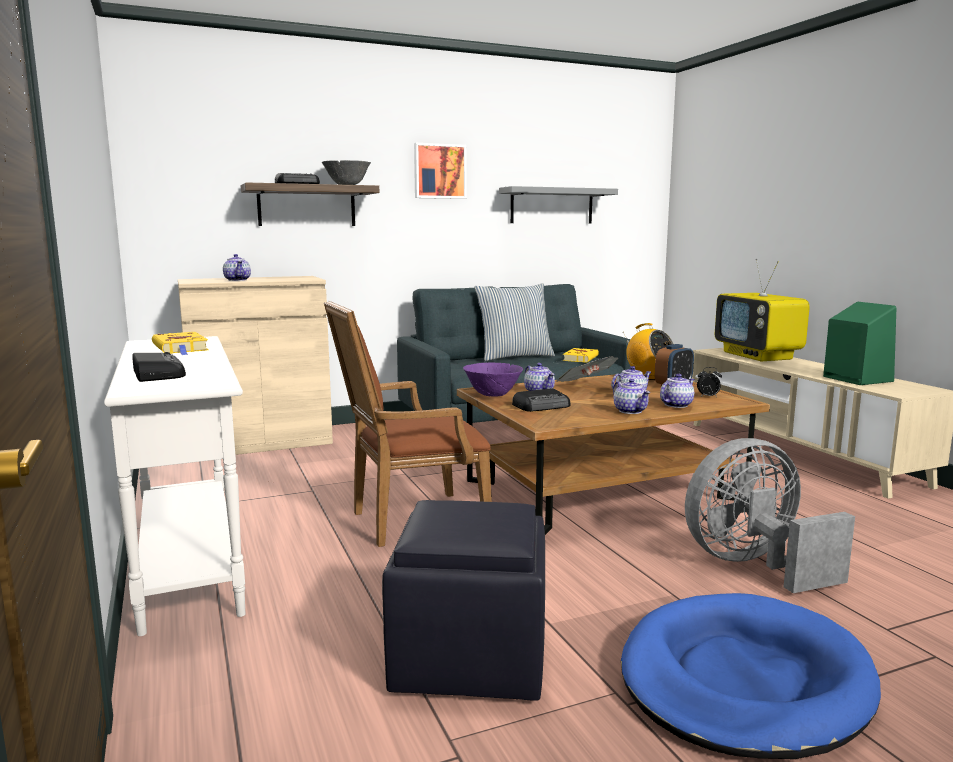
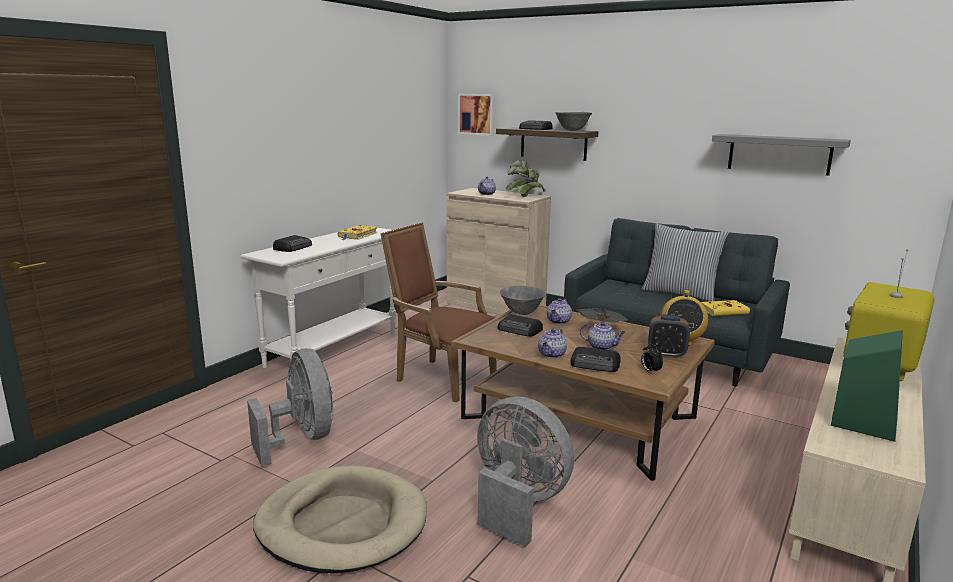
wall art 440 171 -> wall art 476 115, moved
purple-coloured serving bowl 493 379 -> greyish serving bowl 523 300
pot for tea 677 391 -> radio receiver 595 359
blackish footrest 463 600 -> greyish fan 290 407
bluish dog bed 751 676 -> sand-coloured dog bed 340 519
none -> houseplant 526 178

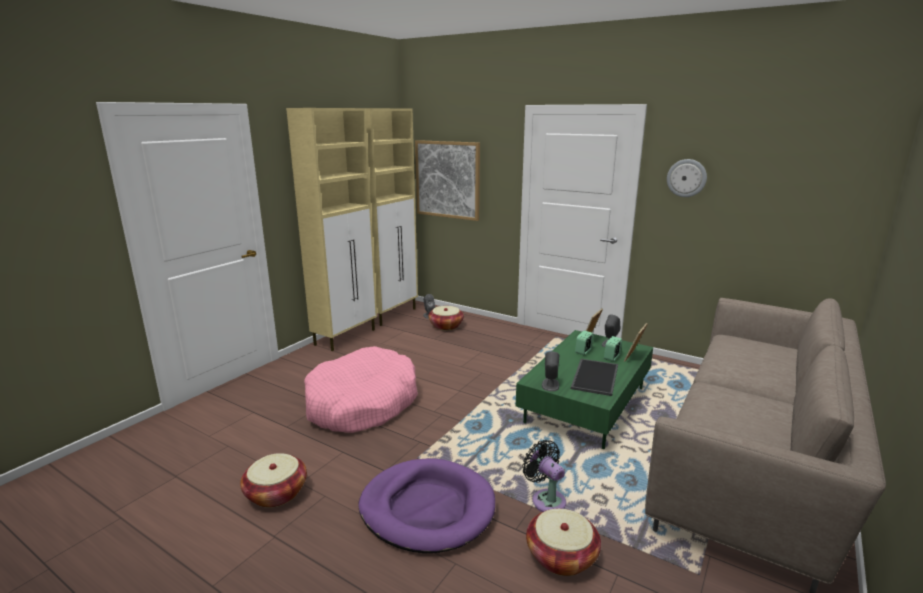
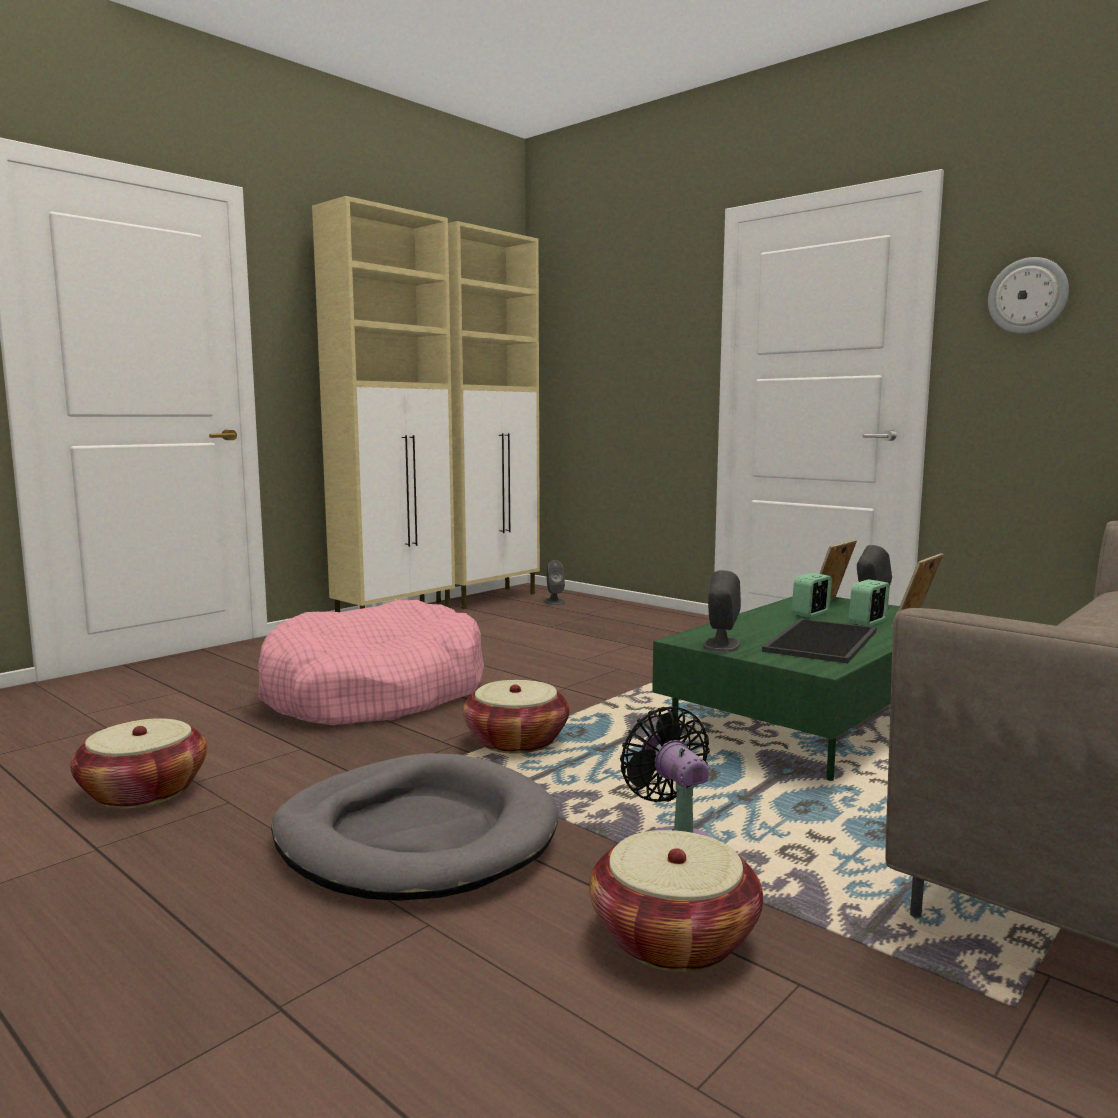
wall art 447 180 -> none
storage basket 446 318 -> storage basket 516 717, moved
purple-coloured dog bed 426 505 -> greyish dog bed 414 827

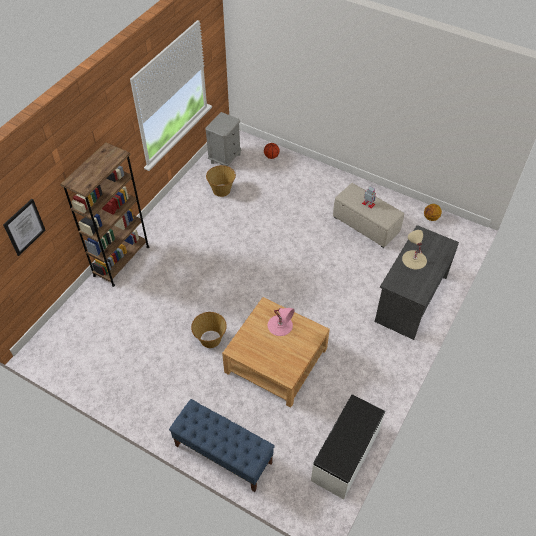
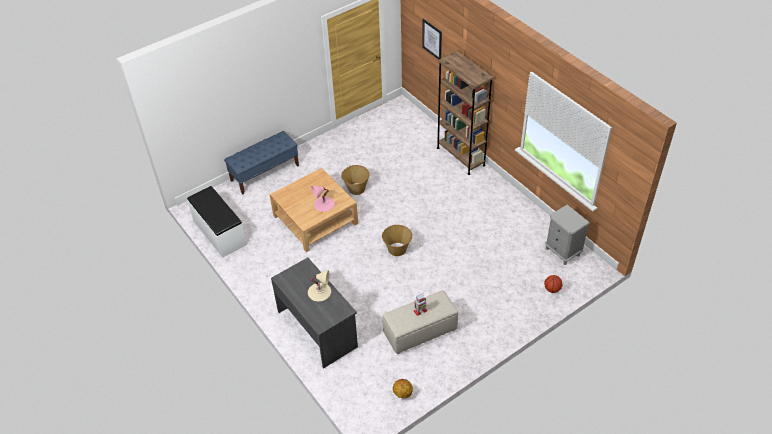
storage basket 221 181 -> storage basket 397 240, moved

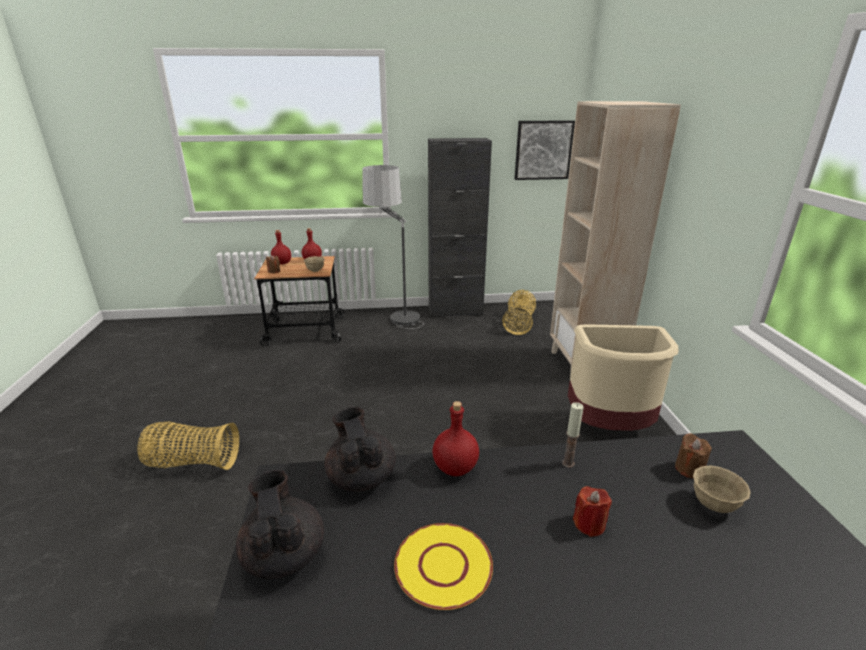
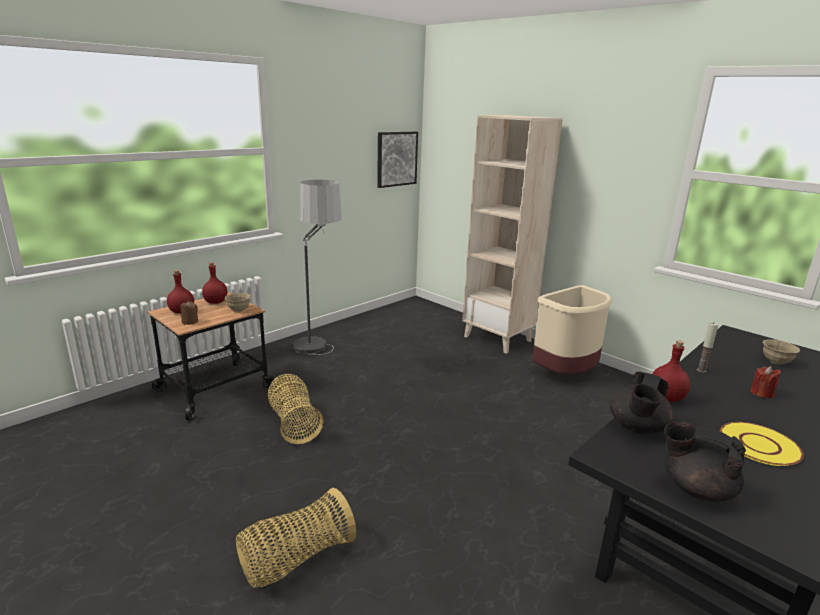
blackish cabinet 460 227 -> none
storage basket 519 312 -> storage basket 296 409, moved
blackish pot for tea 360 449 -> blackish pot for tea 642 402, 90 degrees counterclockwise
brown-coloured candle 693 456 -> none

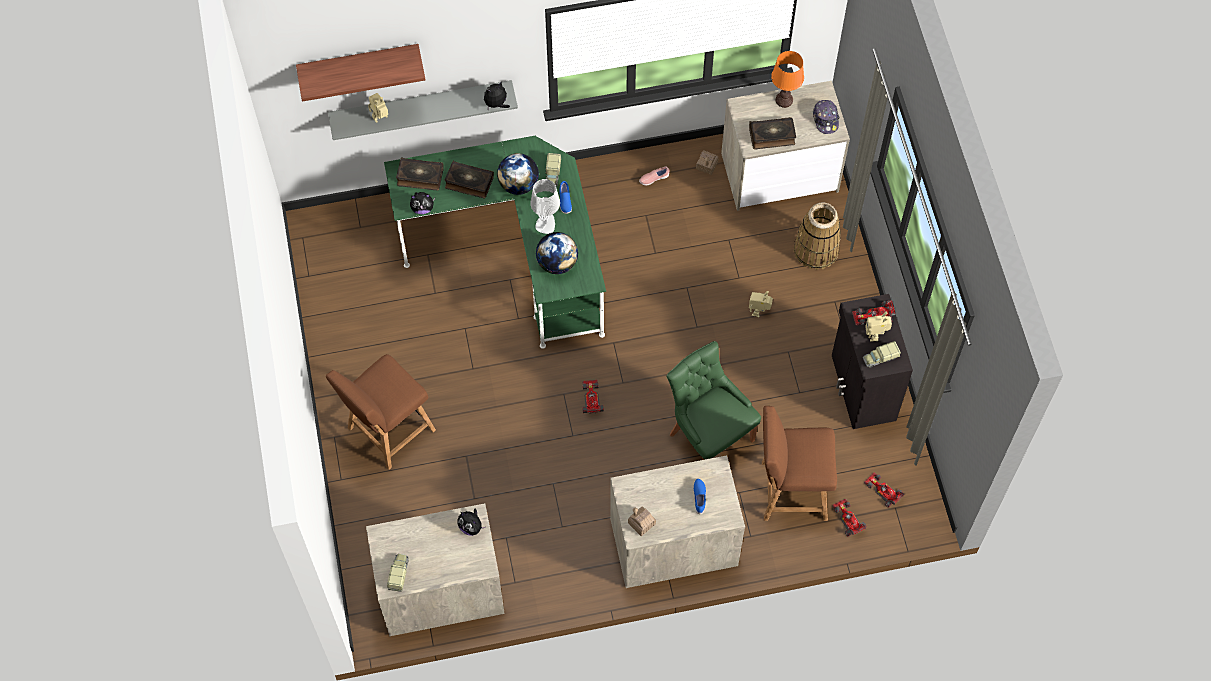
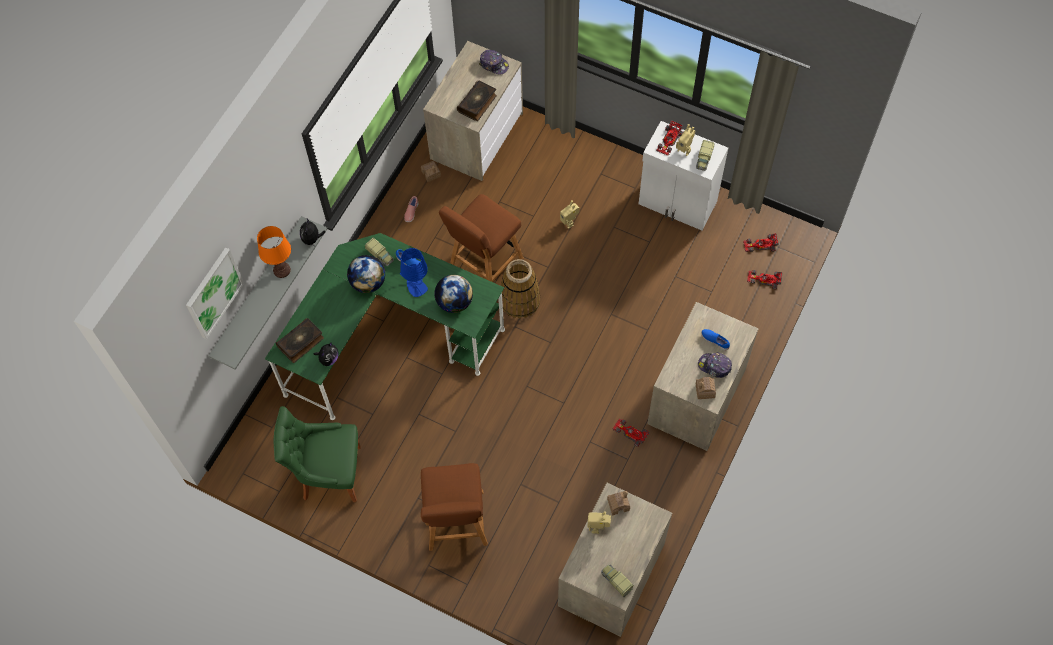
wall shelf 360 73 -> wall art 215 293
orange-coloured lamp for a table 787 79 -> orange-coloured lamp for a table 274 252, moved
robot figure 378 108 -> robot figure 599 522, moved
volume 469 179 -> none
greyish lamp for a table 545 206 -> bluish lamp for a table 414 272
storage basket 817 236 -> storage basket 520 289, moved
blackish cabinet 872 361 -> whitish cabinet 683 175
greenish plain chair 713 400 -> greenish plain chair 317 454, moved
model car 593 396 -> model car 630 433, moved
brown-coloured plain chair 799 463 -> brown-coloured plain chair 481 238, moved
soft toy 471 522 -> miniature house 618 503
none -> peaked cap 715 365

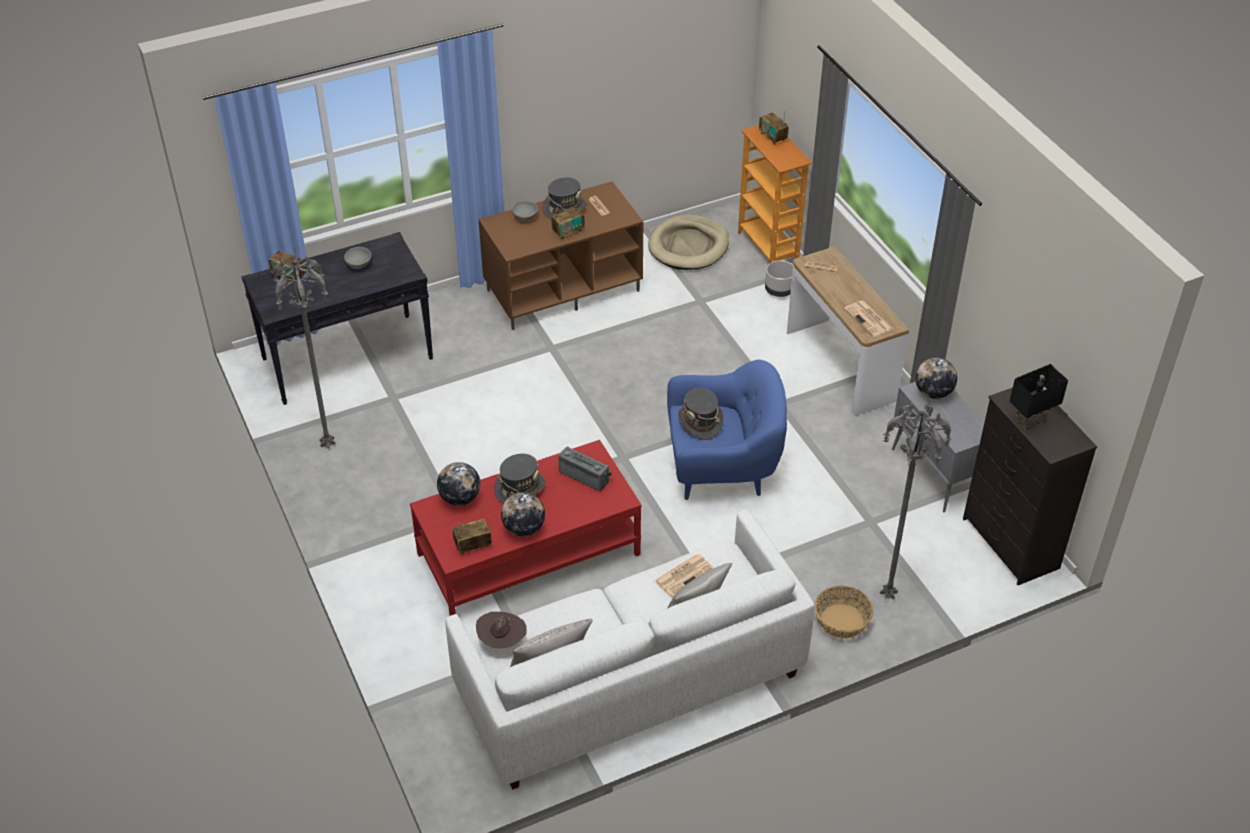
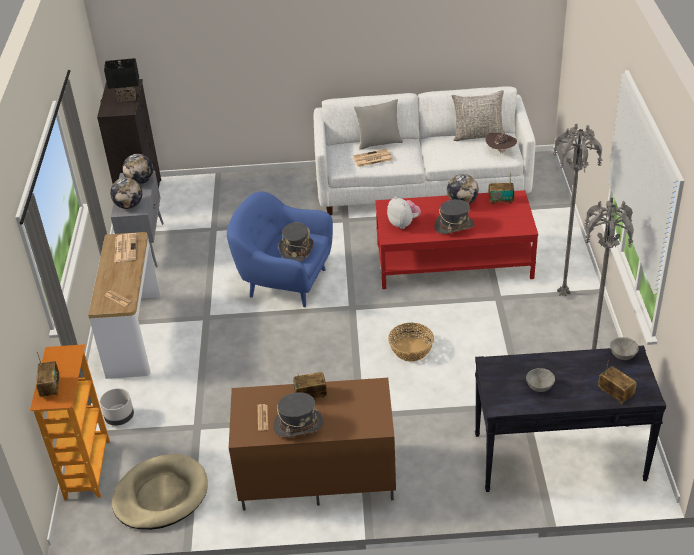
greyish serving bowl 525 210 -> greyish serving bowl 624 348, moved
greyish standard lamp 915 501 -> greyish standard lamp 578 210, moved
radio receiver 585 468 -> soft toy 404 212
globe 459 484 -> globe 138 169, moved
storage basket 843 612 -> storage basket 411 342, moved

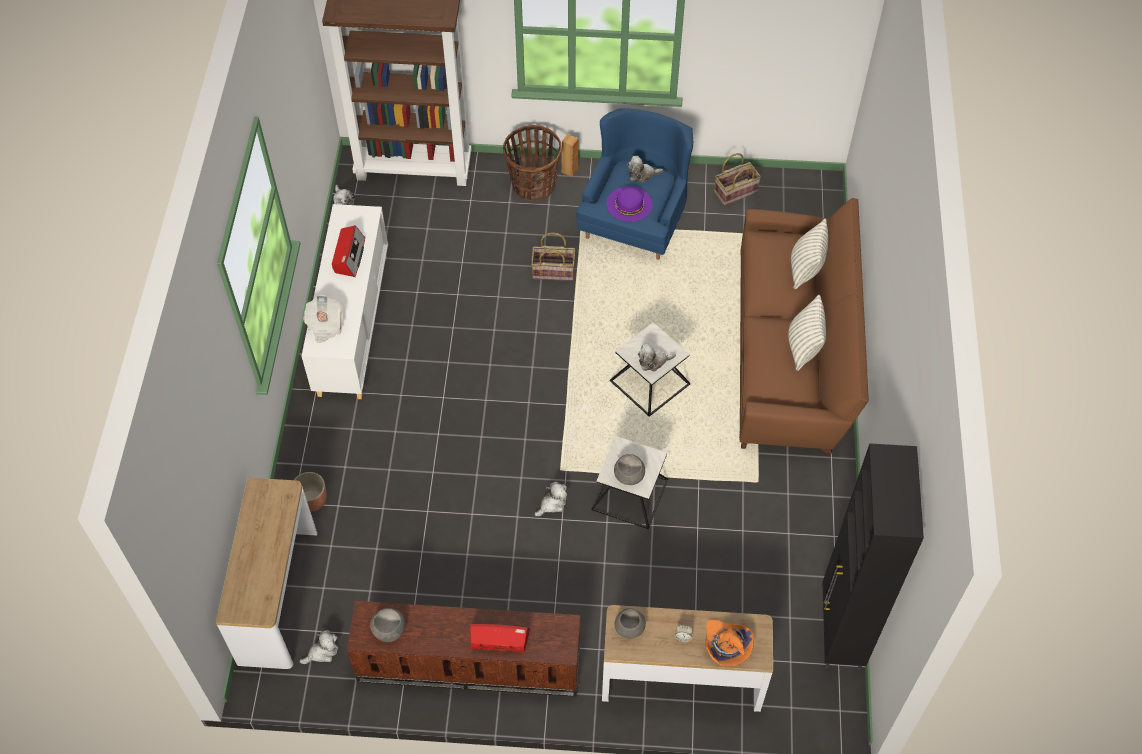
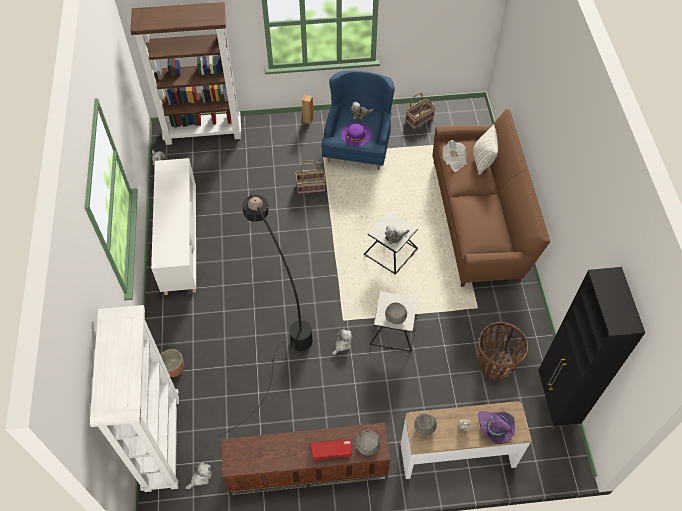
storage basket 532 163 -> storage basket 503 351, moved
radio receiver 348 251 -> none
newspaper 323 318 -> newspaper 455 156, moved
cushion 807 333 -> none
console table 266 573 -> whitish bookshelf 134 398
greyish serving bowl 387 625 -> greyish serving bowl 368 443, moved
orange-coloured wearable hat 729 643 -> purple-coloured wearable hat 496 427
none -> blackish standard lamp 263 316

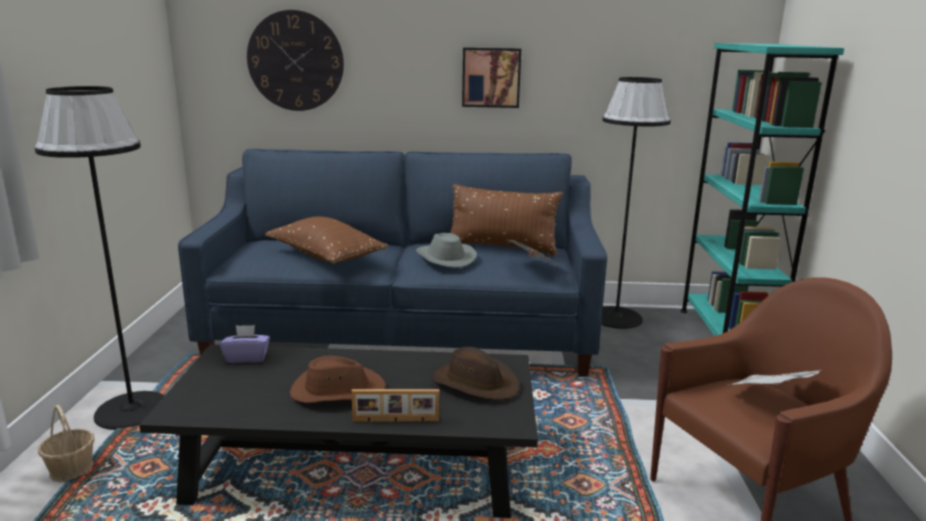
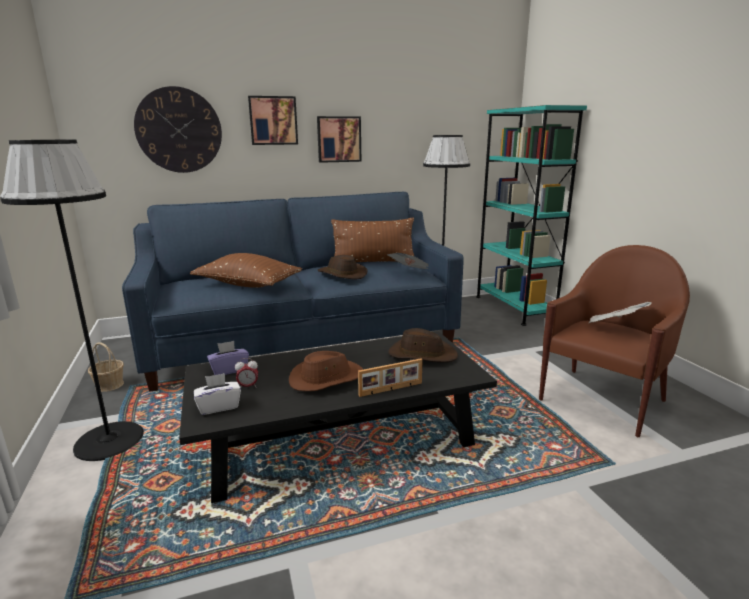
greyish wearable hat 446 250 -> brown-coloured wearable hat 342 267
storage basket 66 443 -> storage basket 106 367, moved
none -> wall art 273 120
none -> bedside clock 246 373
none -> whitish box of tissues 217 394

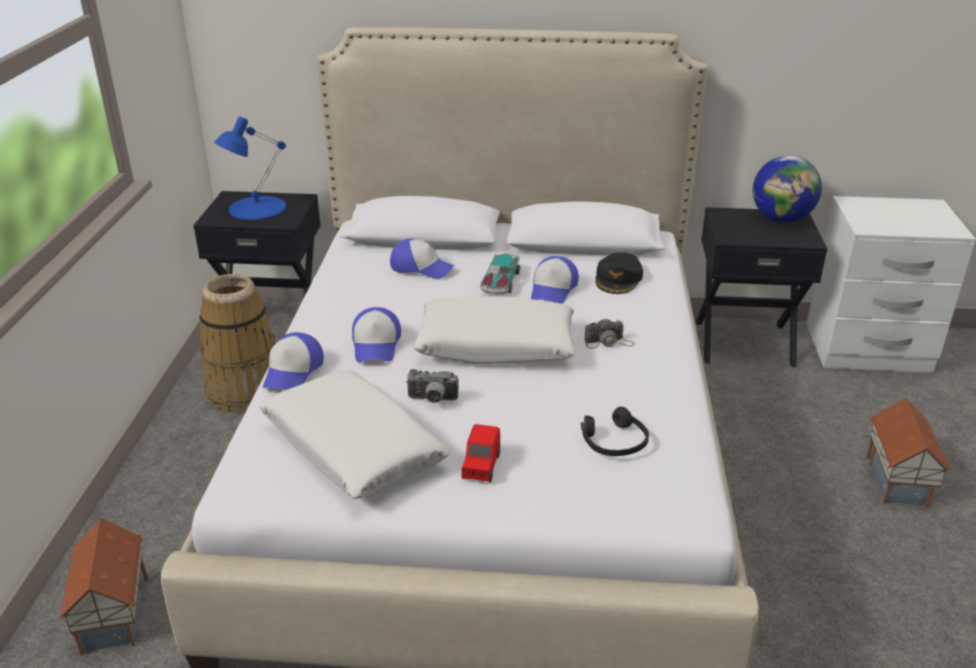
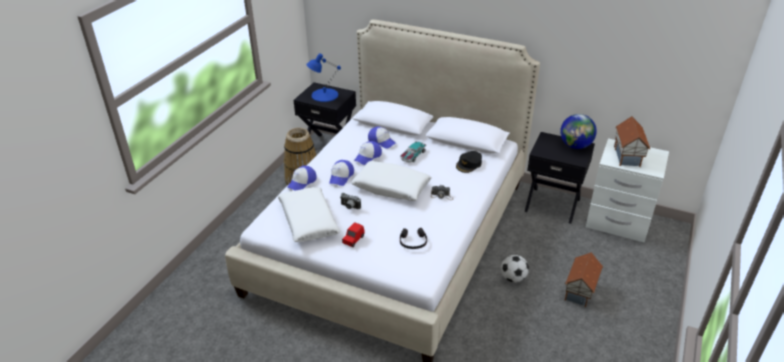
peaked cap 555 280 -> peaked cap 368 153, moved
miniature house 103 586 -> miniature house 632 141, moved
none -> ball for football 515 269

